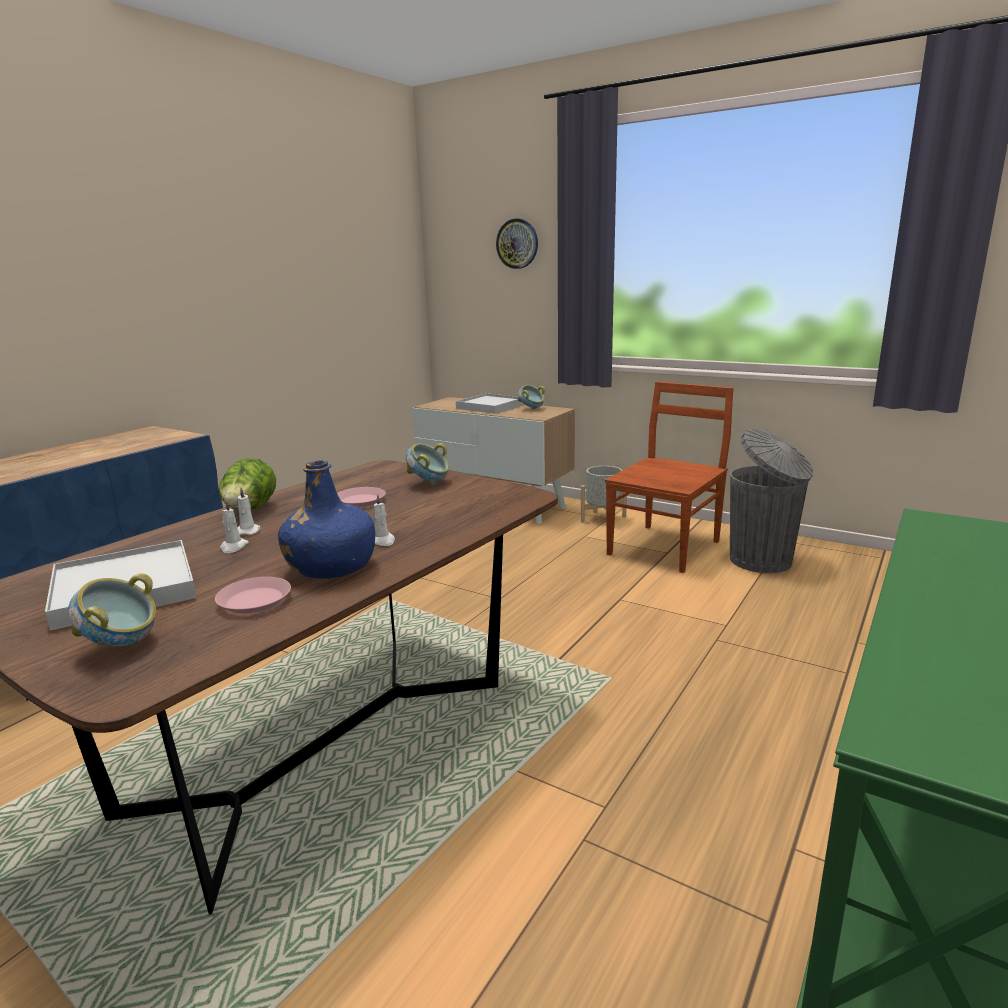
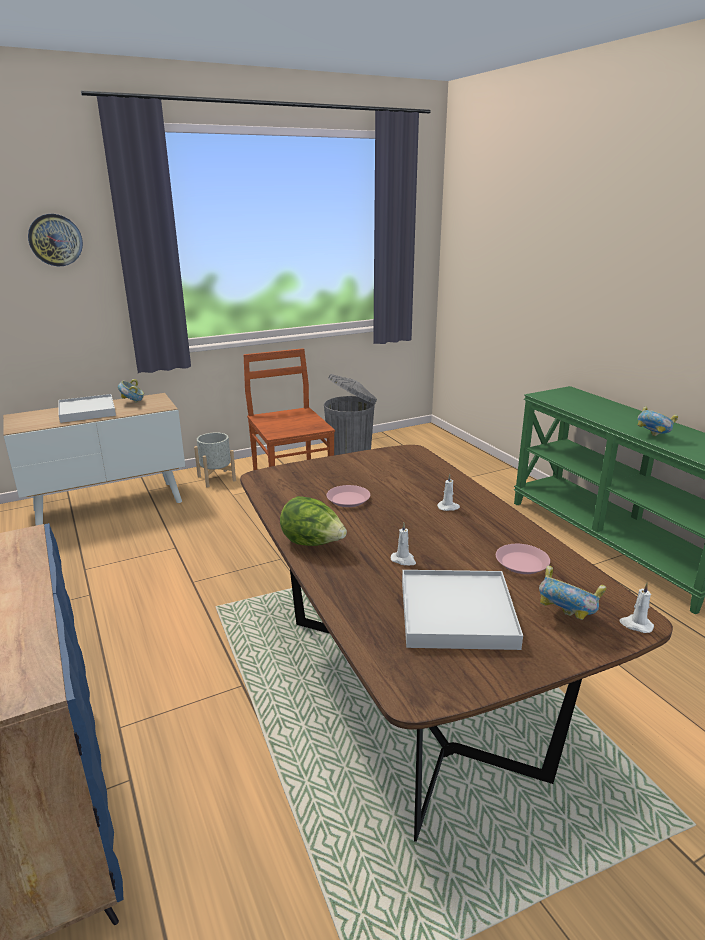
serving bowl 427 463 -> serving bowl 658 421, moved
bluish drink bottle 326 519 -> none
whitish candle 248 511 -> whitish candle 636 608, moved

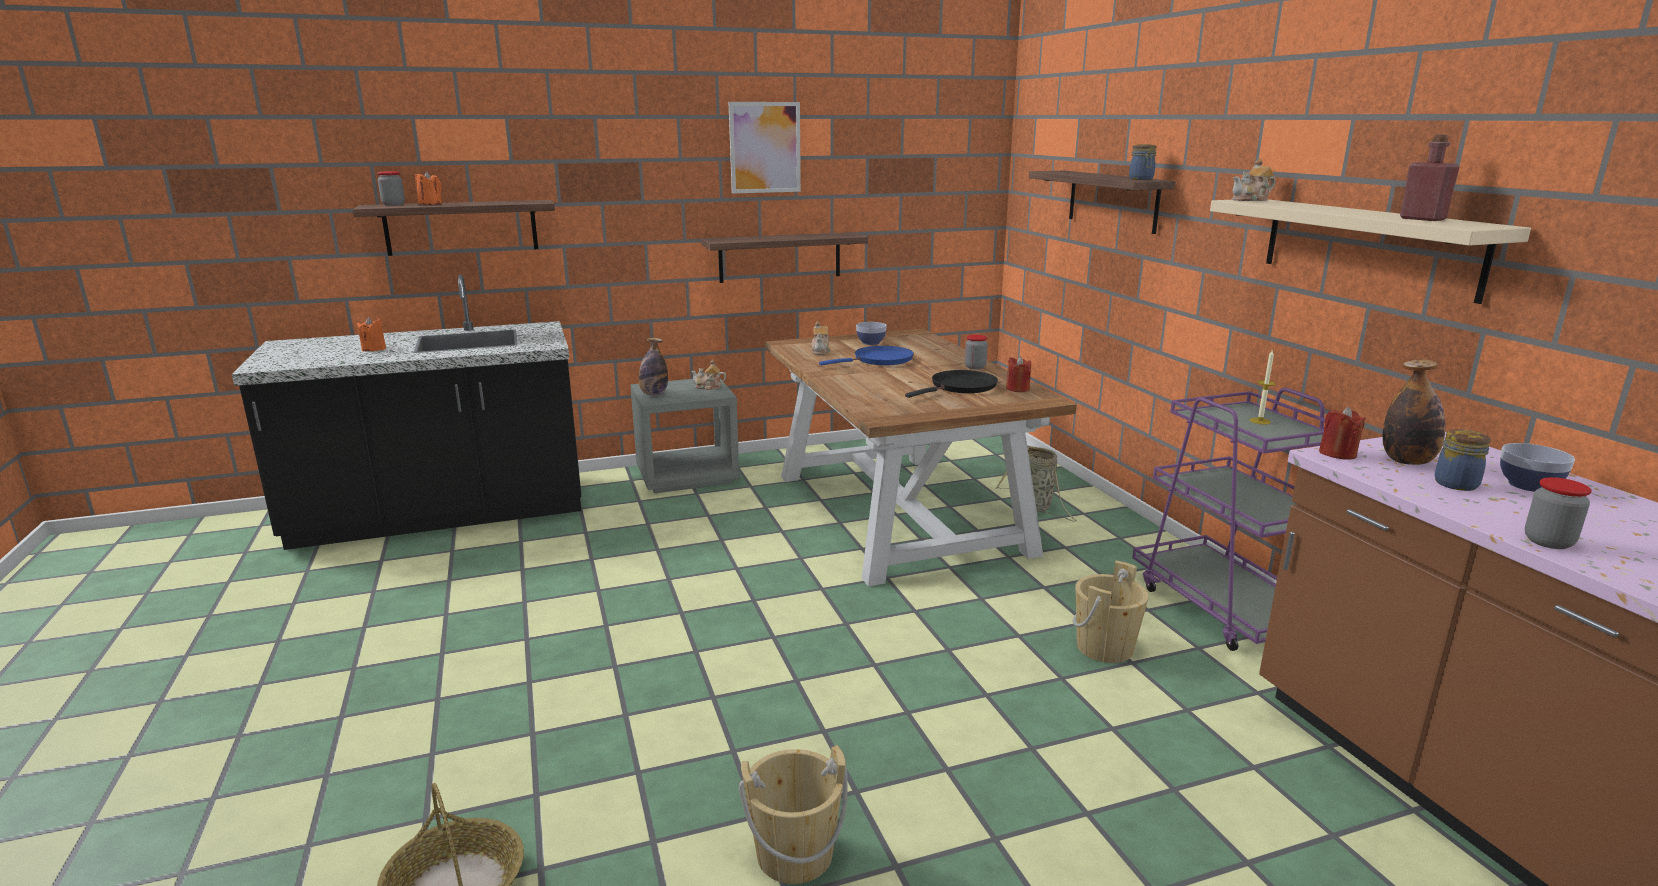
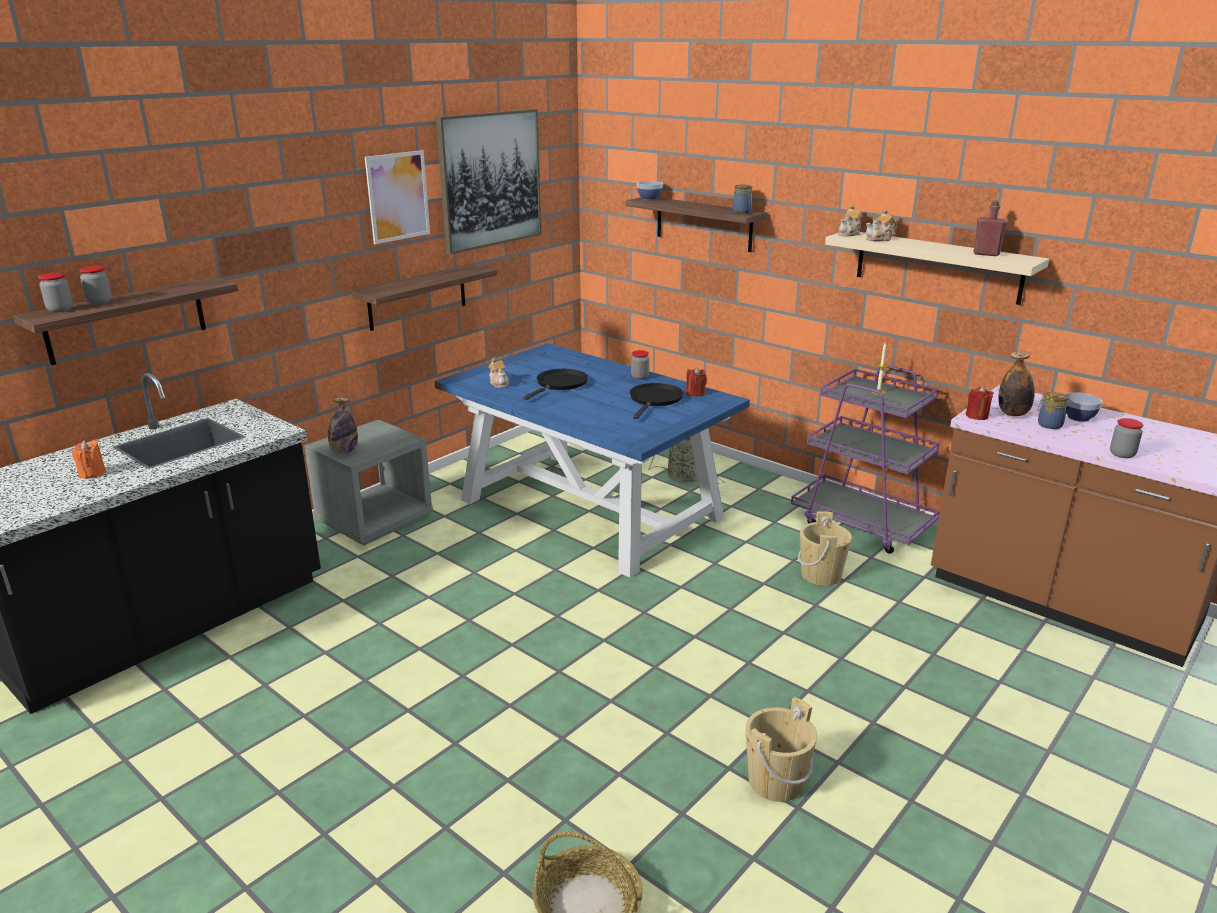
orange-coloured candle 428 188 -> preserve jar 95 285
serving bowl 871 333 -> serving bowl 650 190, moved
brown-coloured kitchen table 921 457 -> bluish kitchen table 592 460
bluish pan 866 356 -> blackish pan 555 384
pot for tea 708 375 -> pot for tea 881 225, moved
none -> wall art 488 181

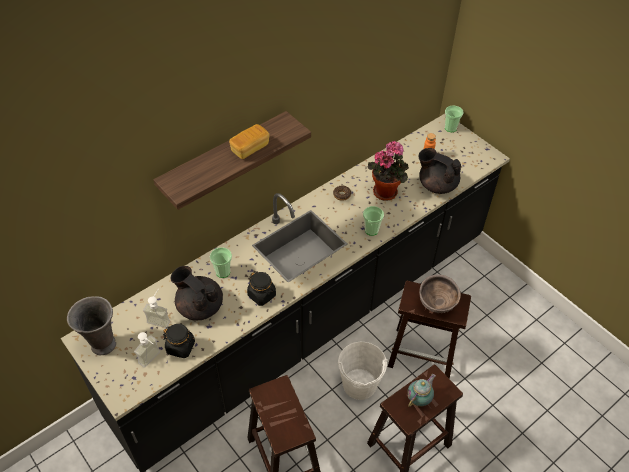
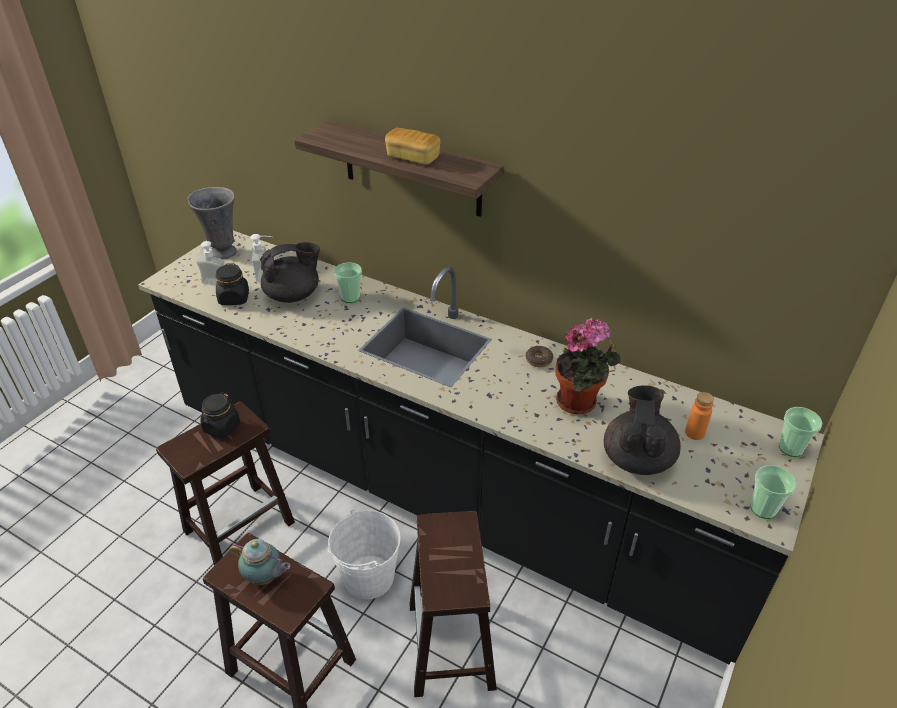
cup 373 221 -> cup 773 492, moved
blackish pot for tea 197 293 -> blackish pot for tea 290 272, 45 degrees clockwise
blackish preserve jar 261 288 -> blackish preserve jar 220 415, moved
brown-coloured serving bowl 440 293 -> none

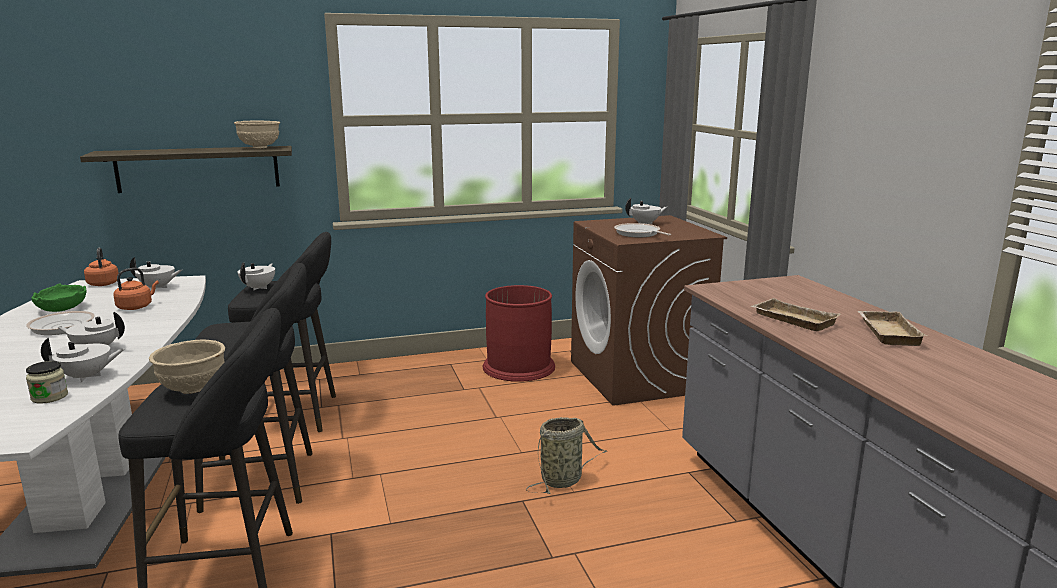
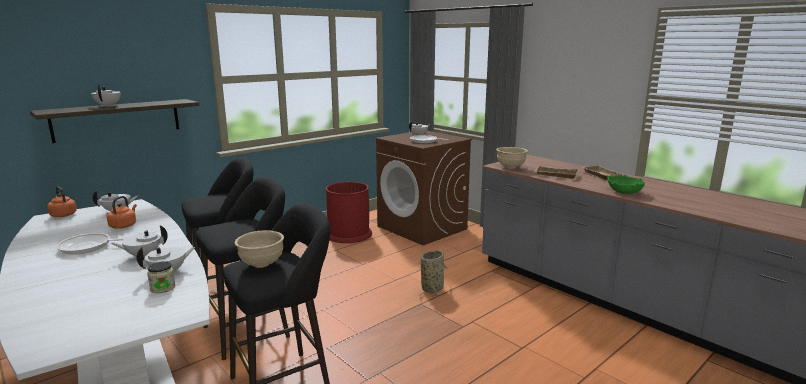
sand-coloured serving bowl 257 135 -> sand-coloured serving bowl 512 158, moved
whitish pot for tea 256 276 -> whitish pot for tea 106 95, moved
greenish serving bowl 59 298 -> greenish serving bowl 626 184, moved

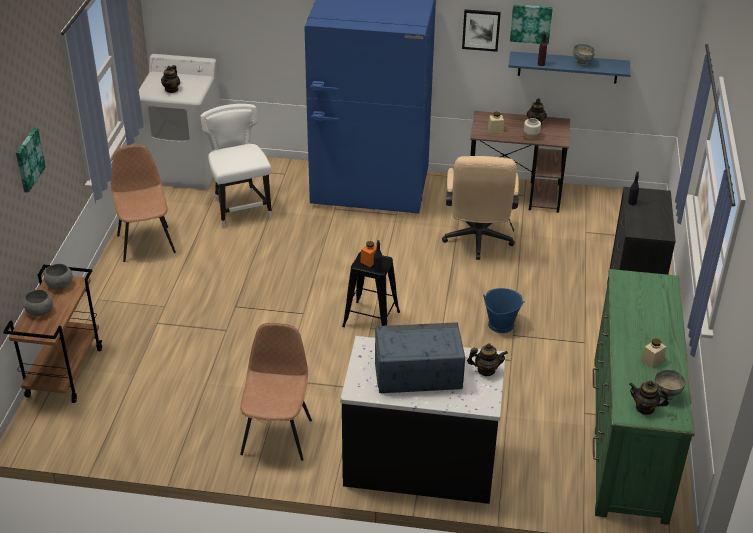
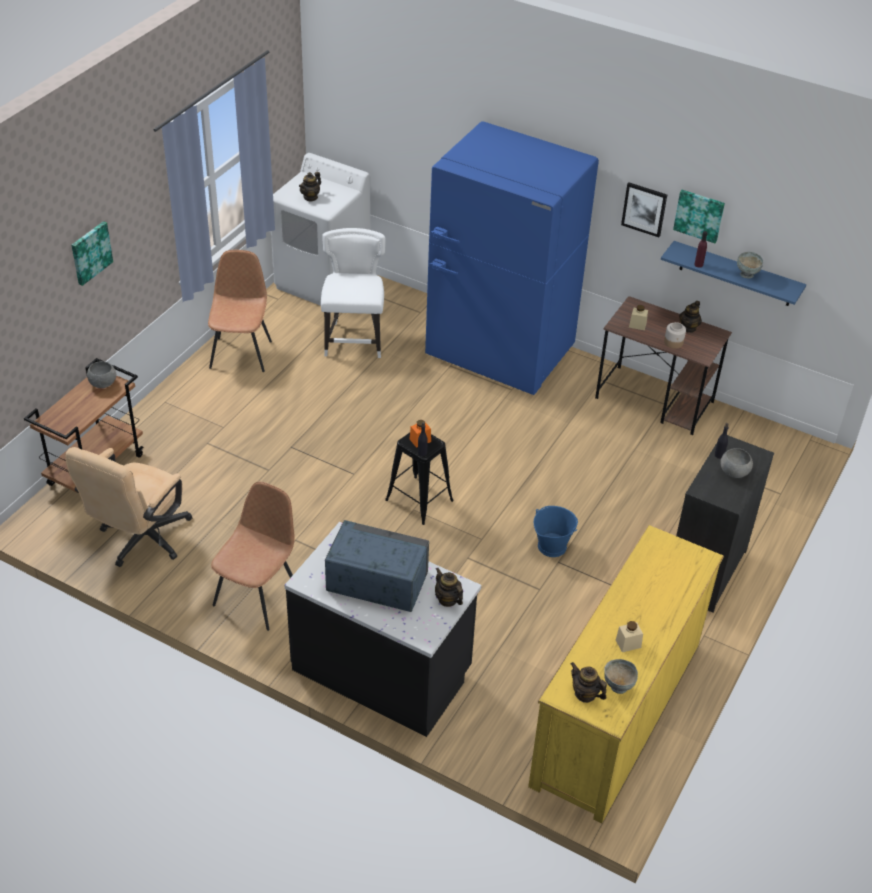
sand-coloured desk chair 480 208 -> sand-coloured desk chair 128 507, moved
greenish chest of drawers 644 397 -> yellowish chest of drawers 626 674
greyish serving bowl 38 302 -> greyish serving bowl 736 463, moved
pot for tea 487 359 -> pot for tea 449 587, 150 degrees counterclockwise

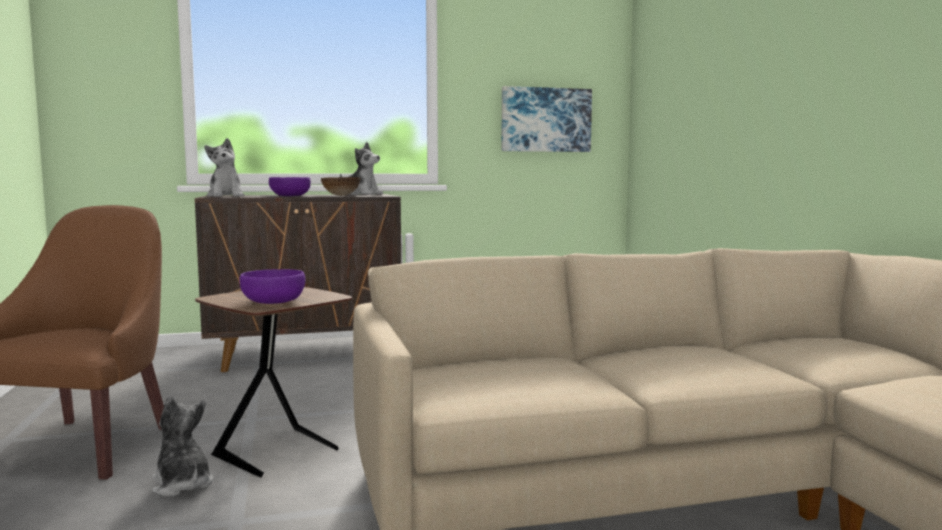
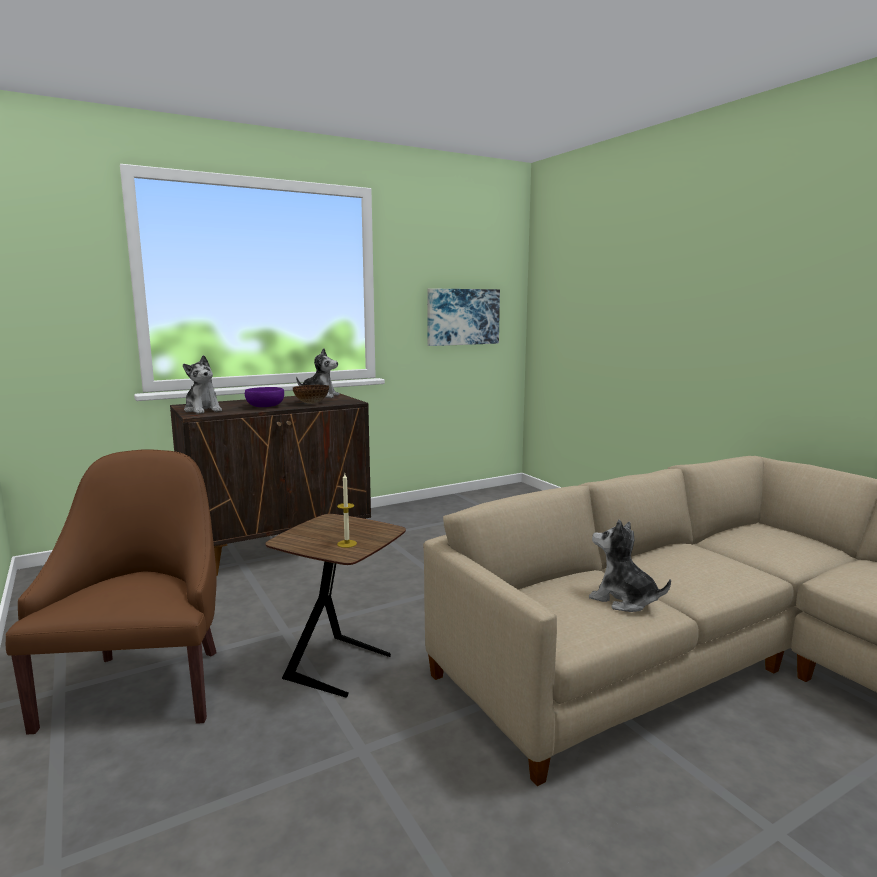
purple-coloured serving bowl 272 286 -> candle 347 511
soft toy 183 446 -> soft toy 630 566, moved

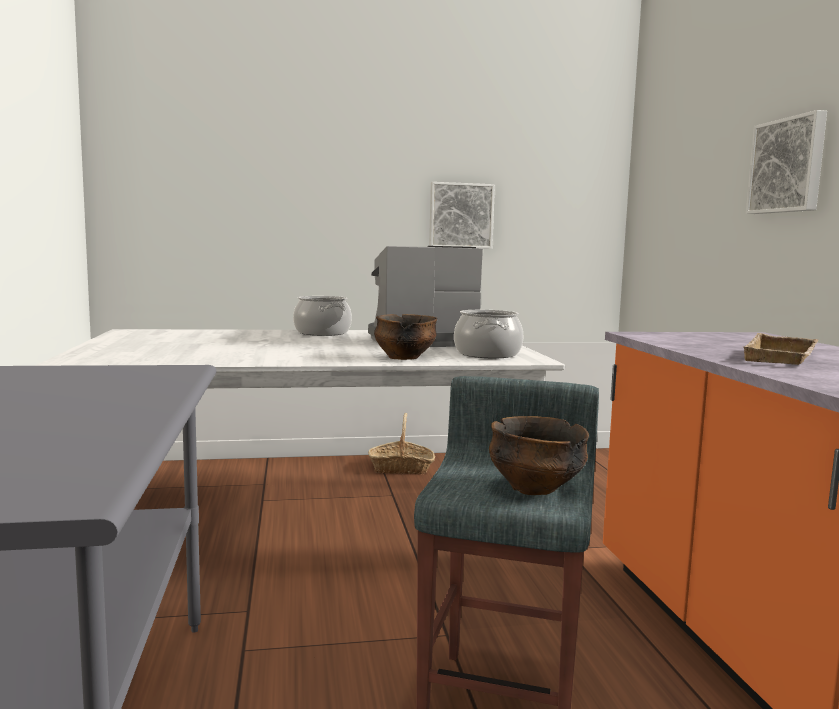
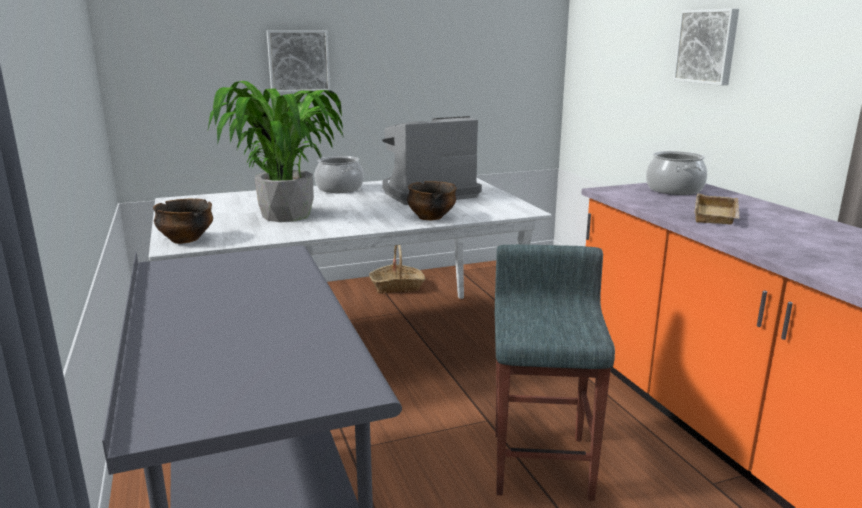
wall art 462 215 -> wall art 298 62, moved
cooking pot 488 334 -> cooking pot 676 173, moved
serving bowl 539 455 -> serving bowl 183 221, moved
none -> houseplant 276 151

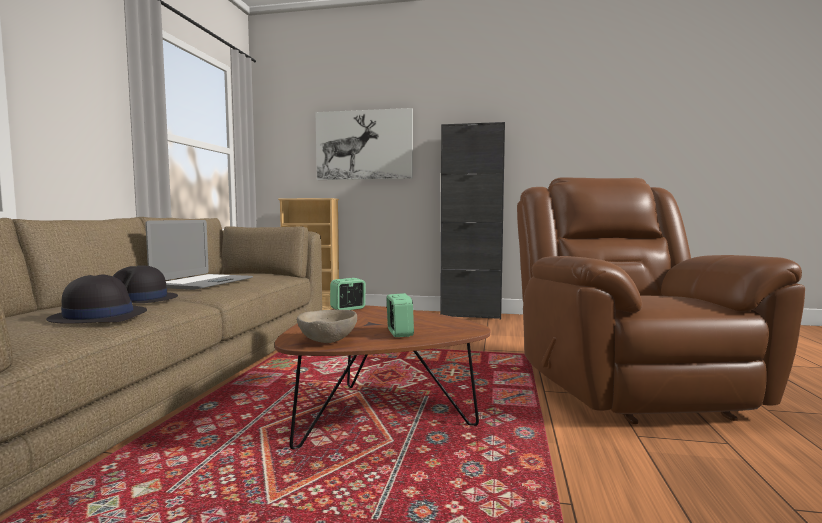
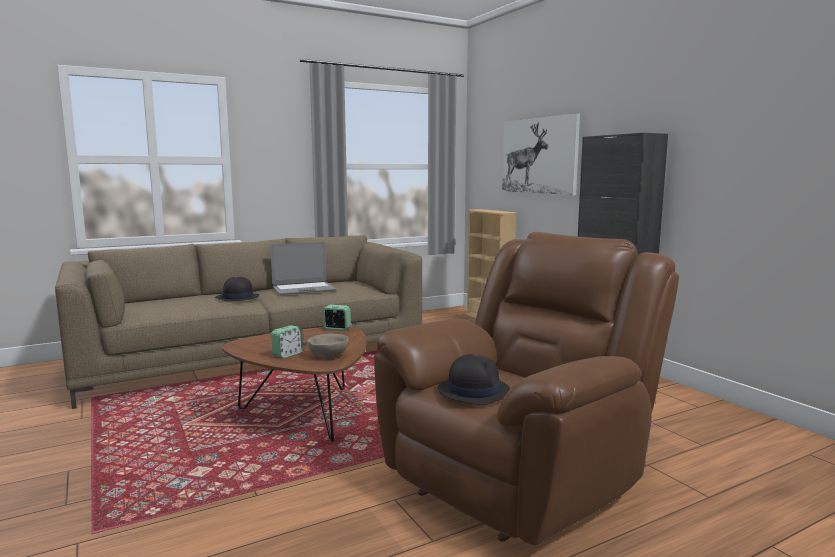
blackish wearable hat 96 299 -> blackish wearable hat 474 379, moved
sand-coloured serving bowl 327 326 -> sand-coloured serving bowl 328 345, moved

